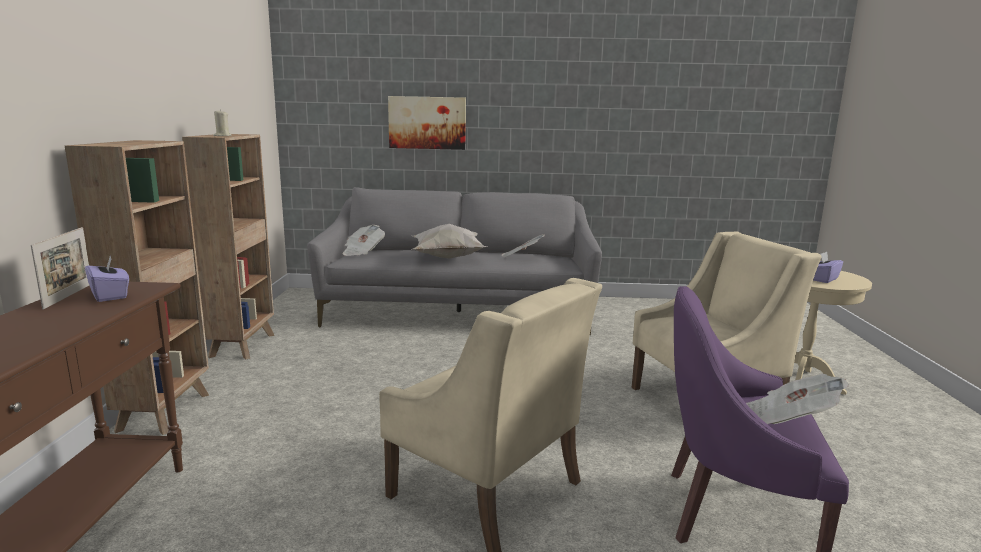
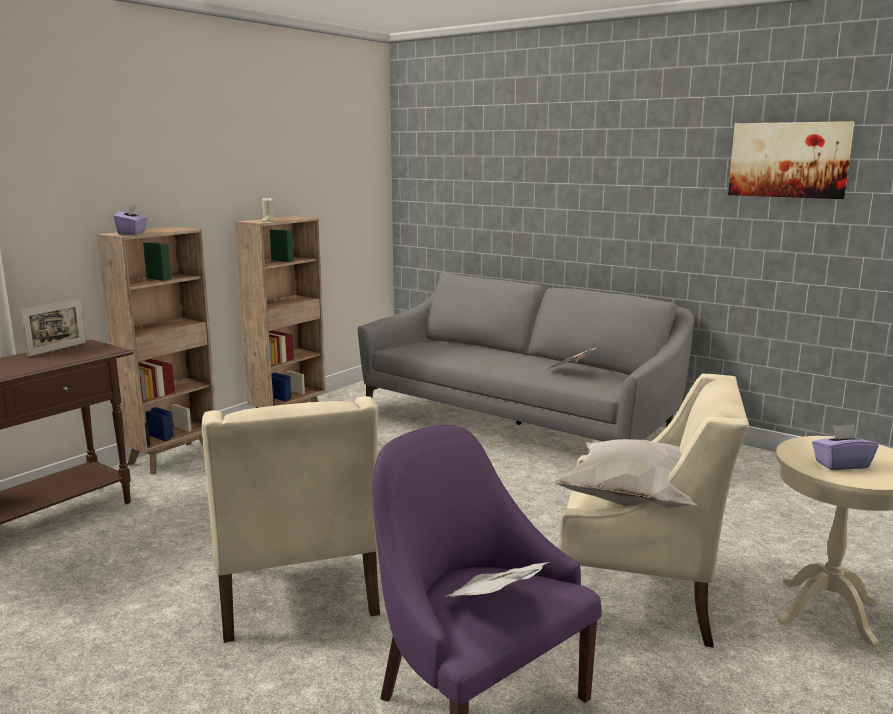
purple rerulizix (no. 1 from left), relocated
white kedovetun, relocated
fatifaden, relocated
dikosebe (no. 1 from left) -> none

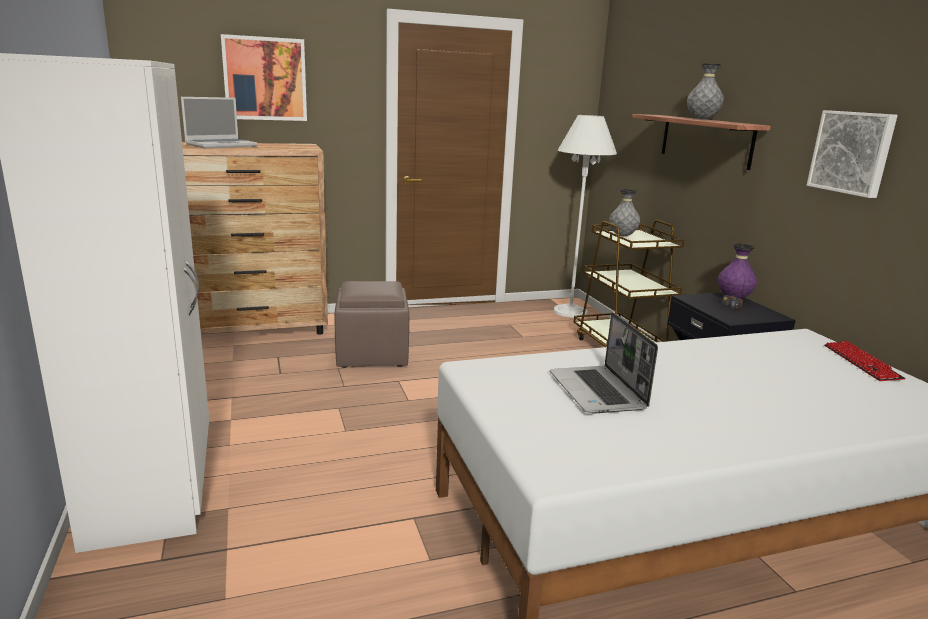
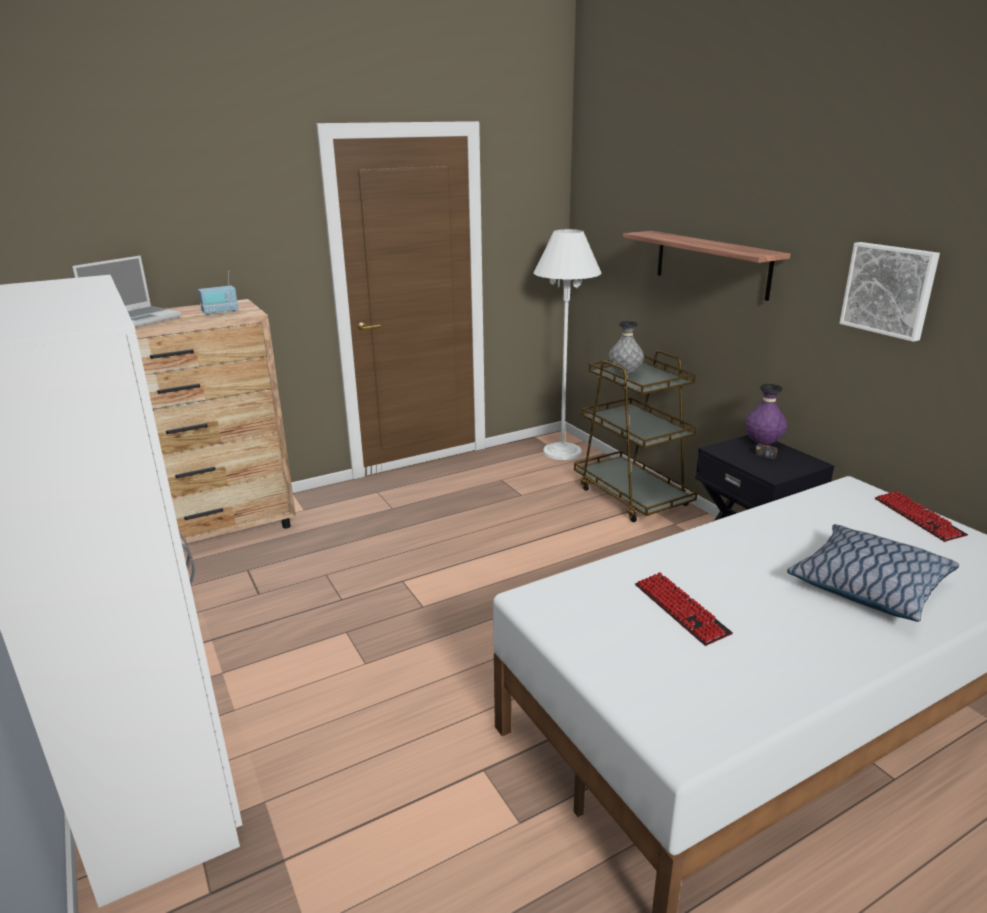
none -> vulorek (no. 1 from left)
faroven (no. 2 from left) -> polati (no. 1 from left)
none -> kedovetun
fatifaden (no. 1 from left) -> none
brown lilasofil -> none
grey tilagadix (no. 2 from left) -> none

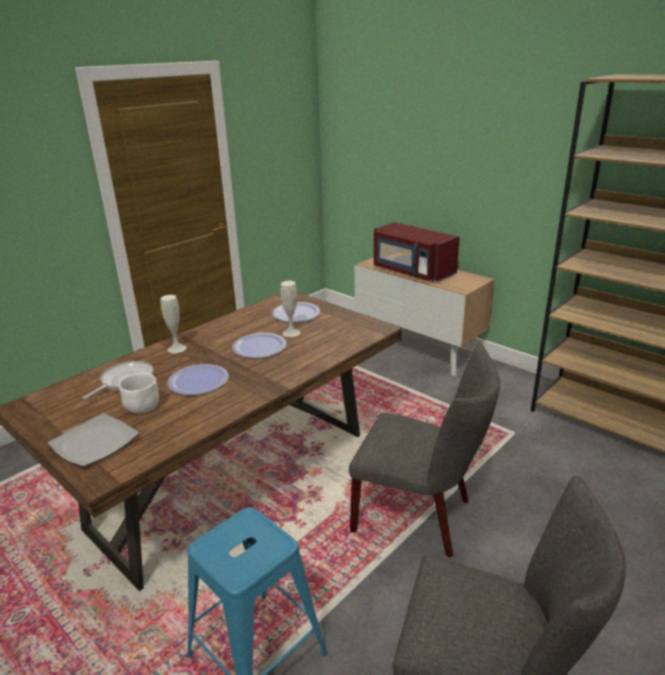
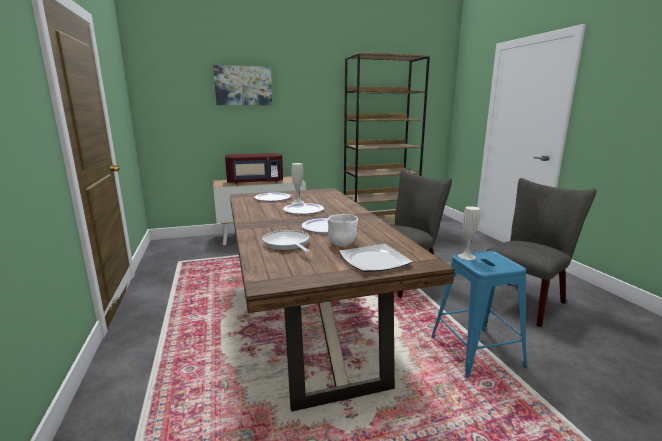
none -> fatifaden
white tilagadix (no. 1 from left in the first image) -> white tilagadix (no. 2 from left), relocated

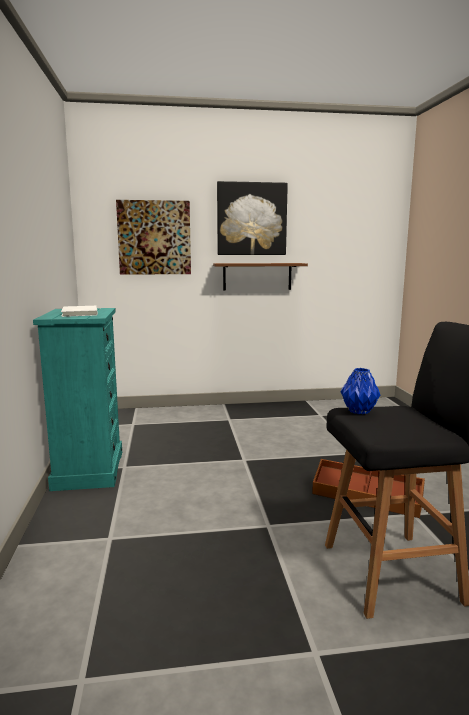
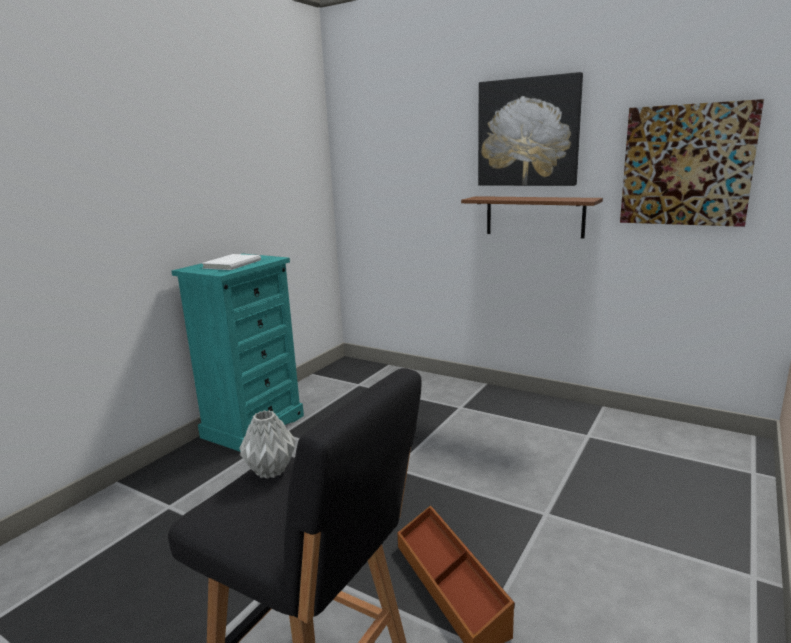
blue tilagadix -> grey tilagadix
fatifaden (no. 1 from left in the first image) -> fatifaden (no. 2 from left), relocated

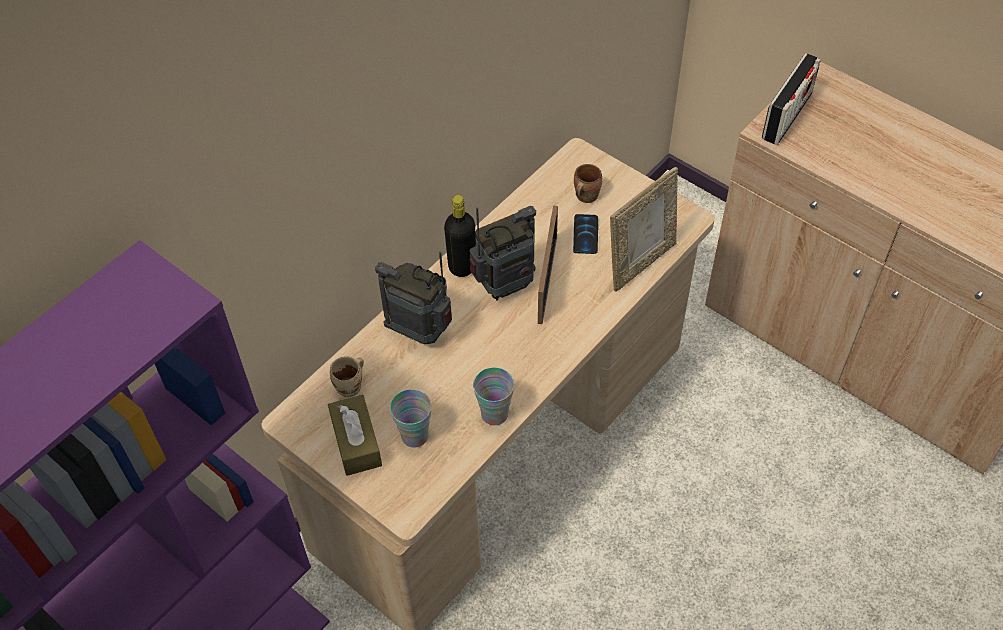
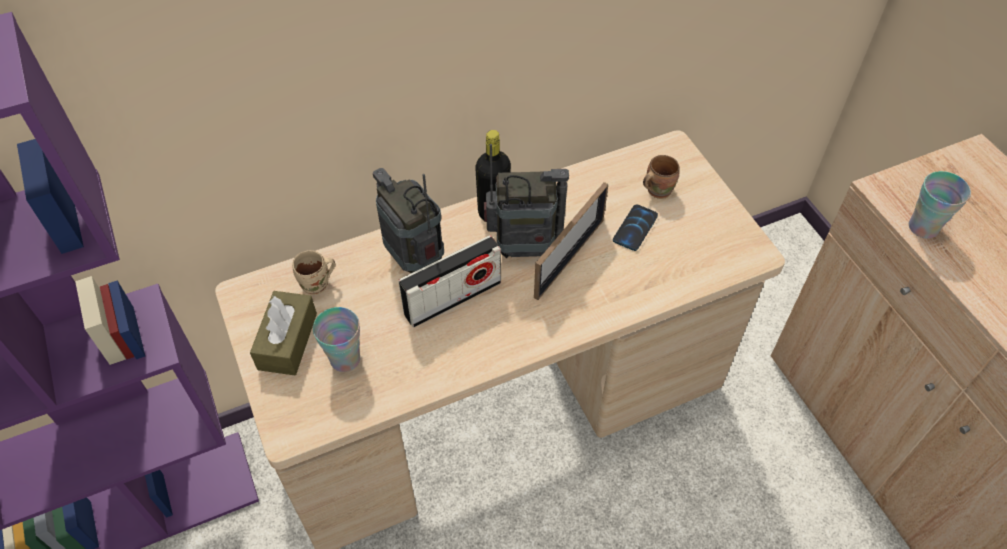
vulorek (no. 3 from left in the first image) -> vulorek (no. 2 from left), relocated
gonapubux (no. 2 from left), relocated
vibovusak (no. 2 from left) -> none

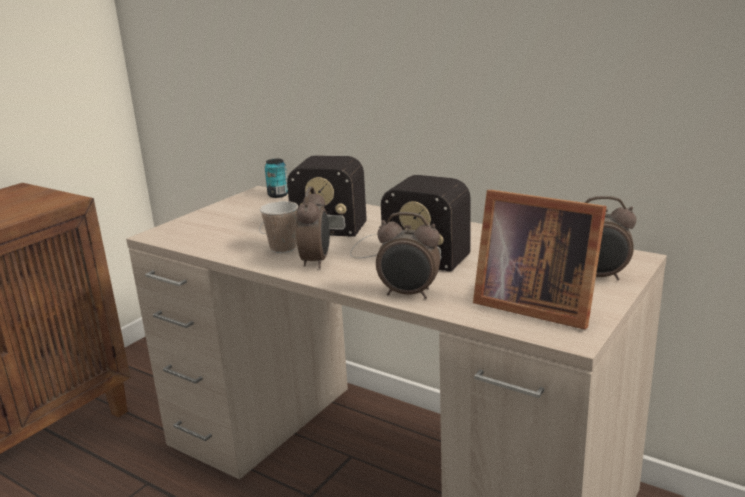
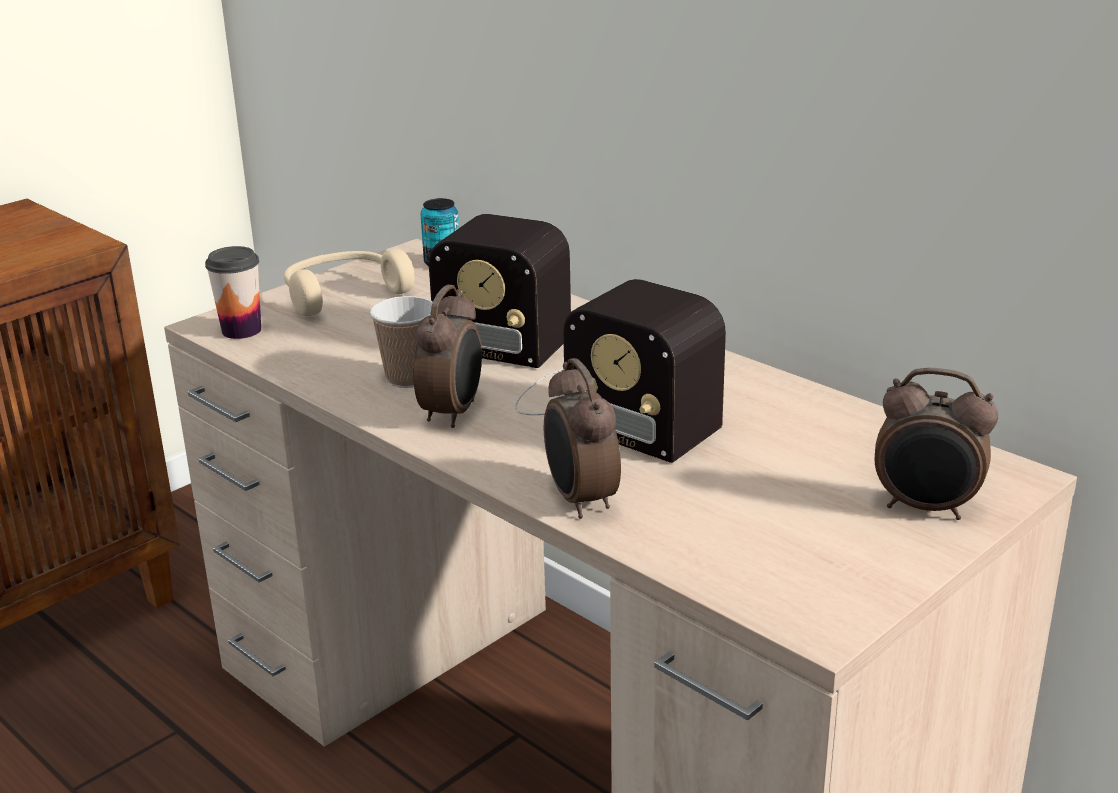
none -> gonapubux (no. 1 from left)
none -> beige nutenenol
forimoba (no. 2 from left), 45 degrees clockwise
vibovusak -> none

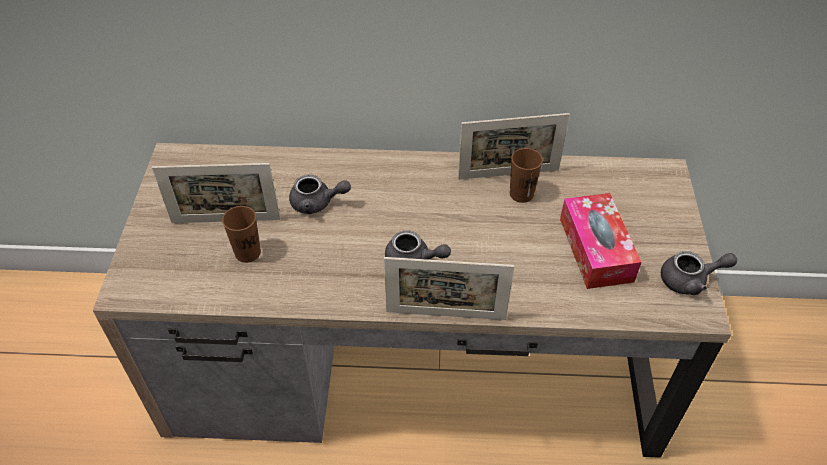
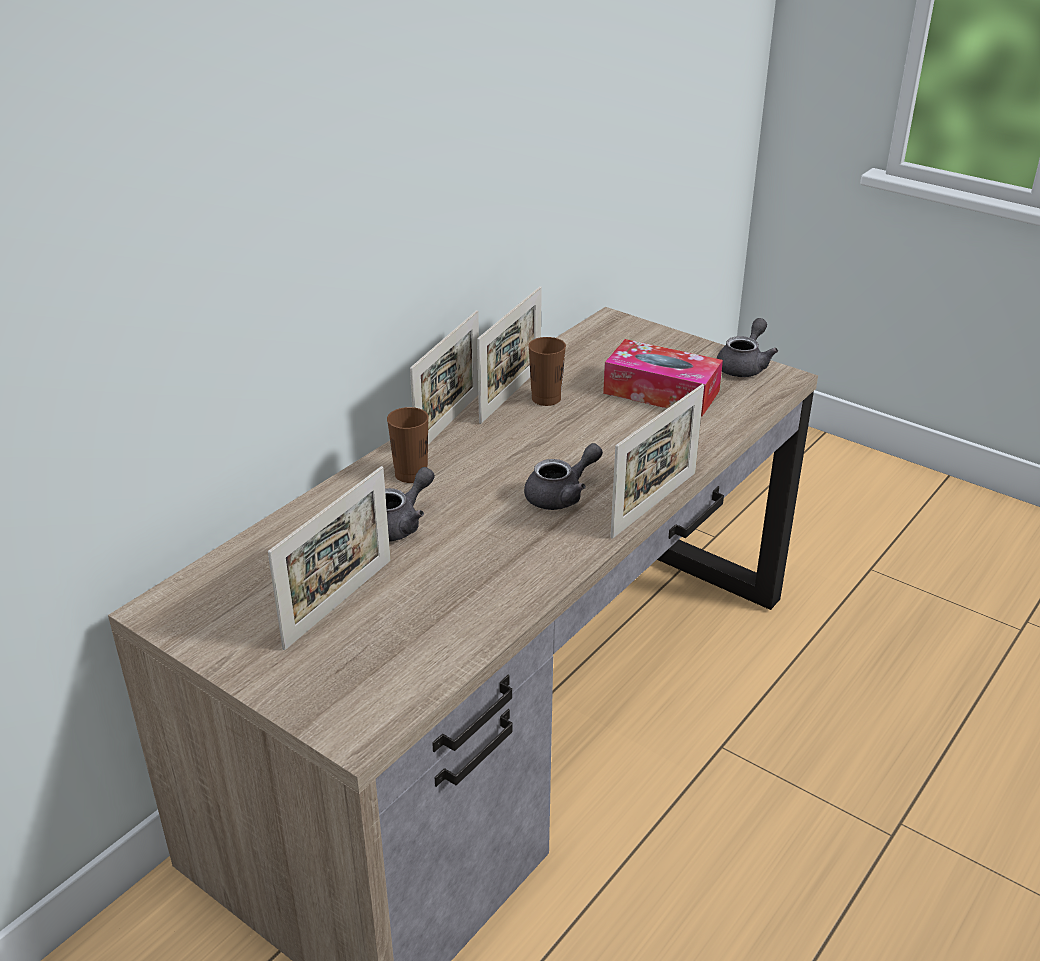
brown gonapubux (no. 1 from left), relocated
none -> vibovusak (no. 2 from left)

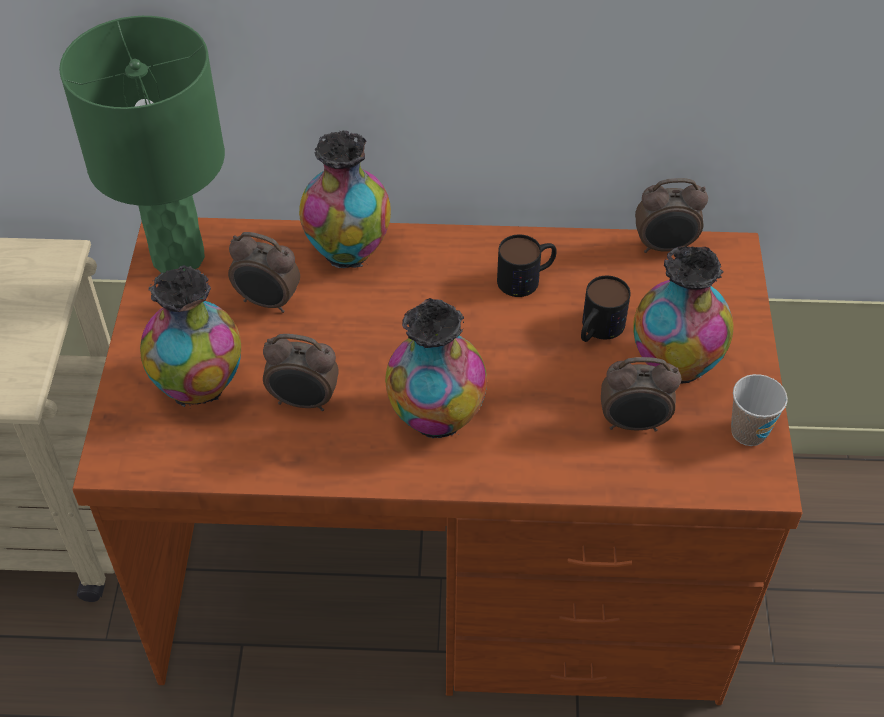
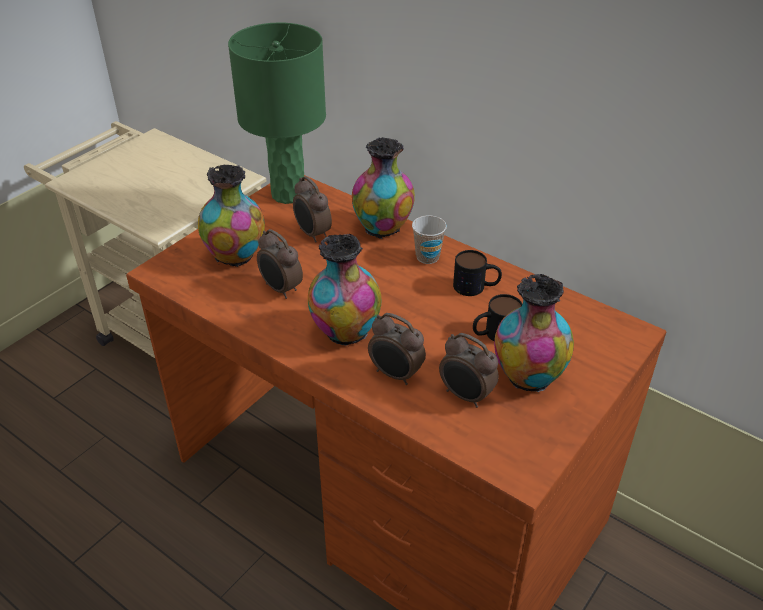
forimoba (no. 4 from left in the first image) -> forimoba (no. 3 from left), relocated
gonapubux, relocated

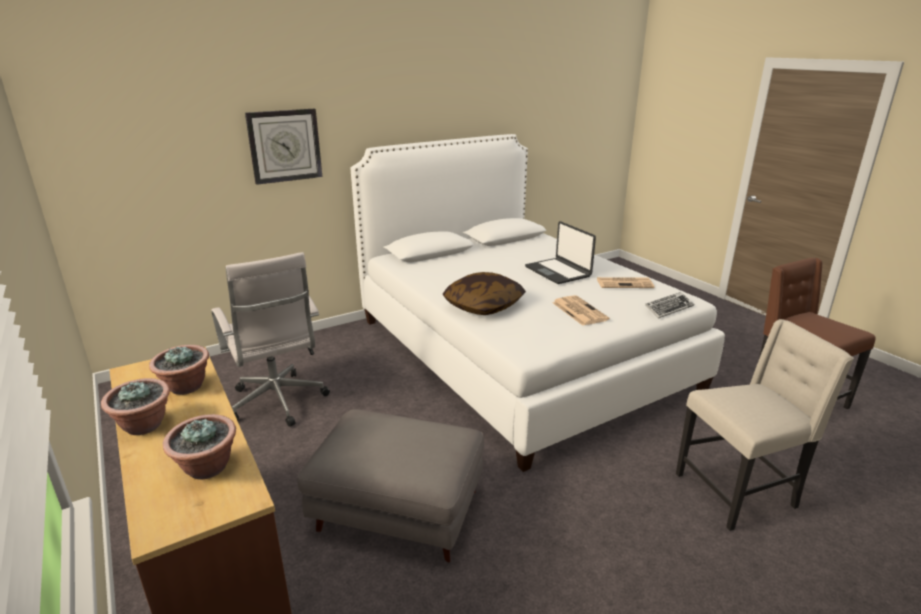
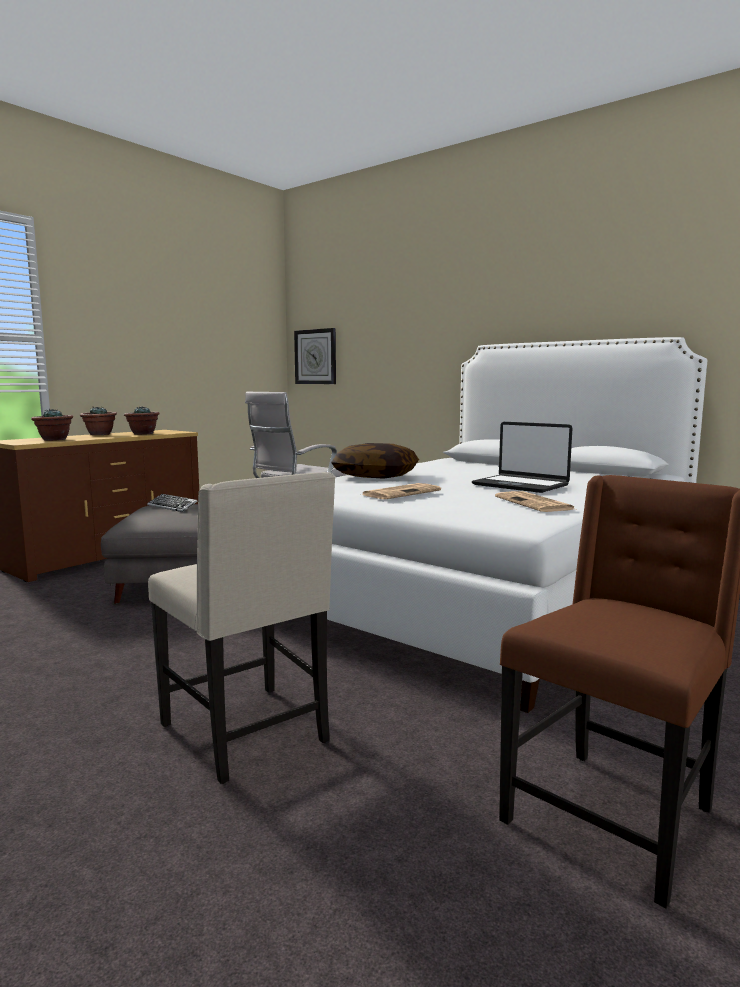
polati, relocated
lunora, relocated
faroven, 90 degrees counterclockwise

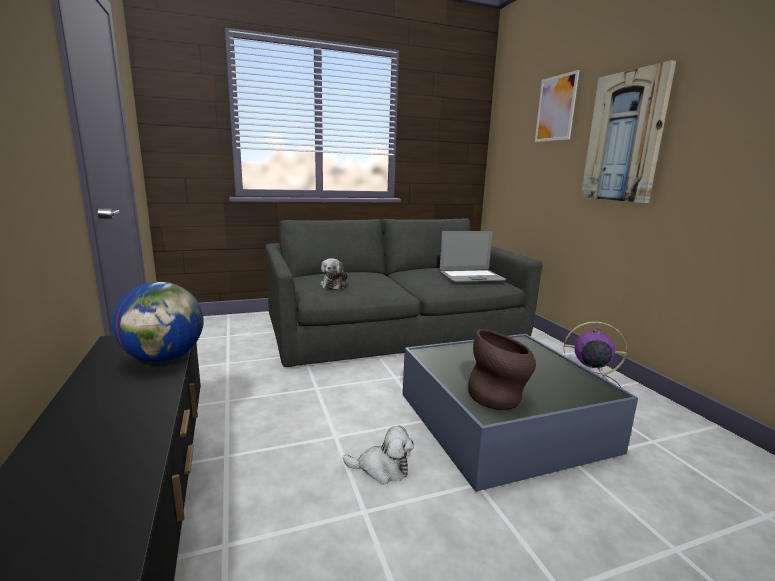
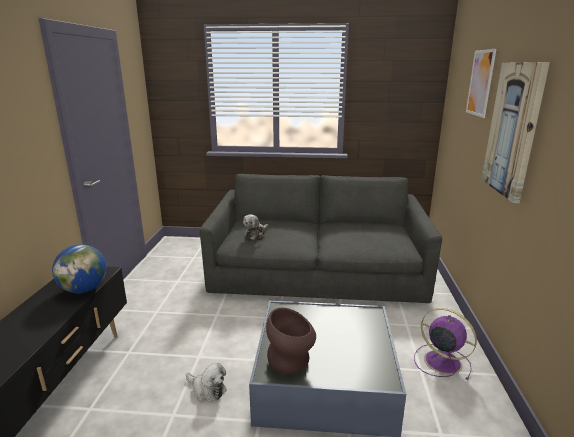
faroven -> none

